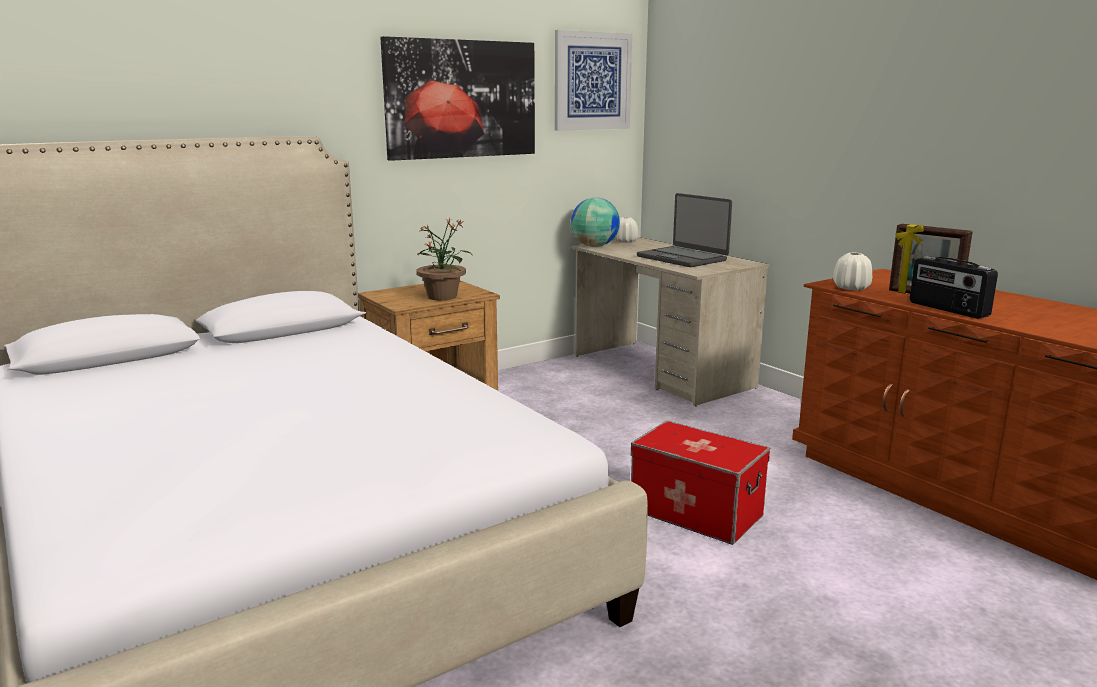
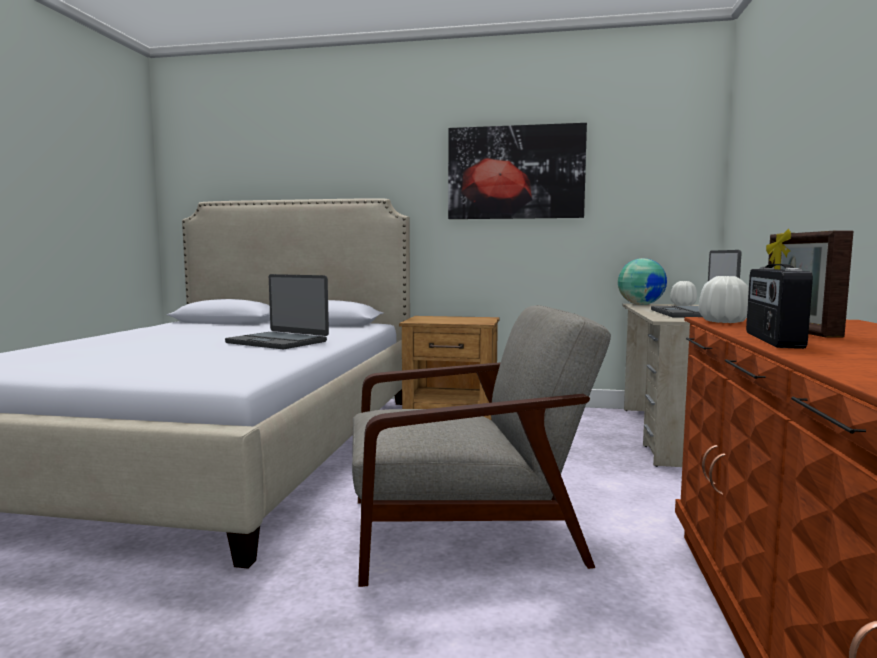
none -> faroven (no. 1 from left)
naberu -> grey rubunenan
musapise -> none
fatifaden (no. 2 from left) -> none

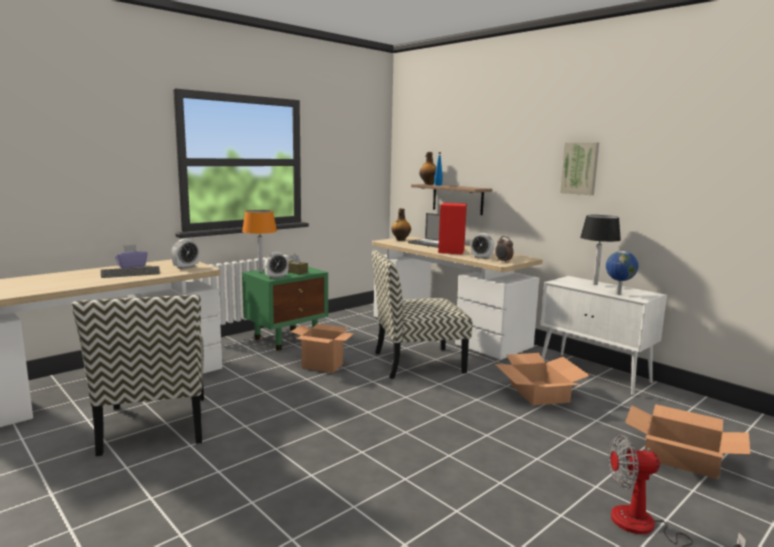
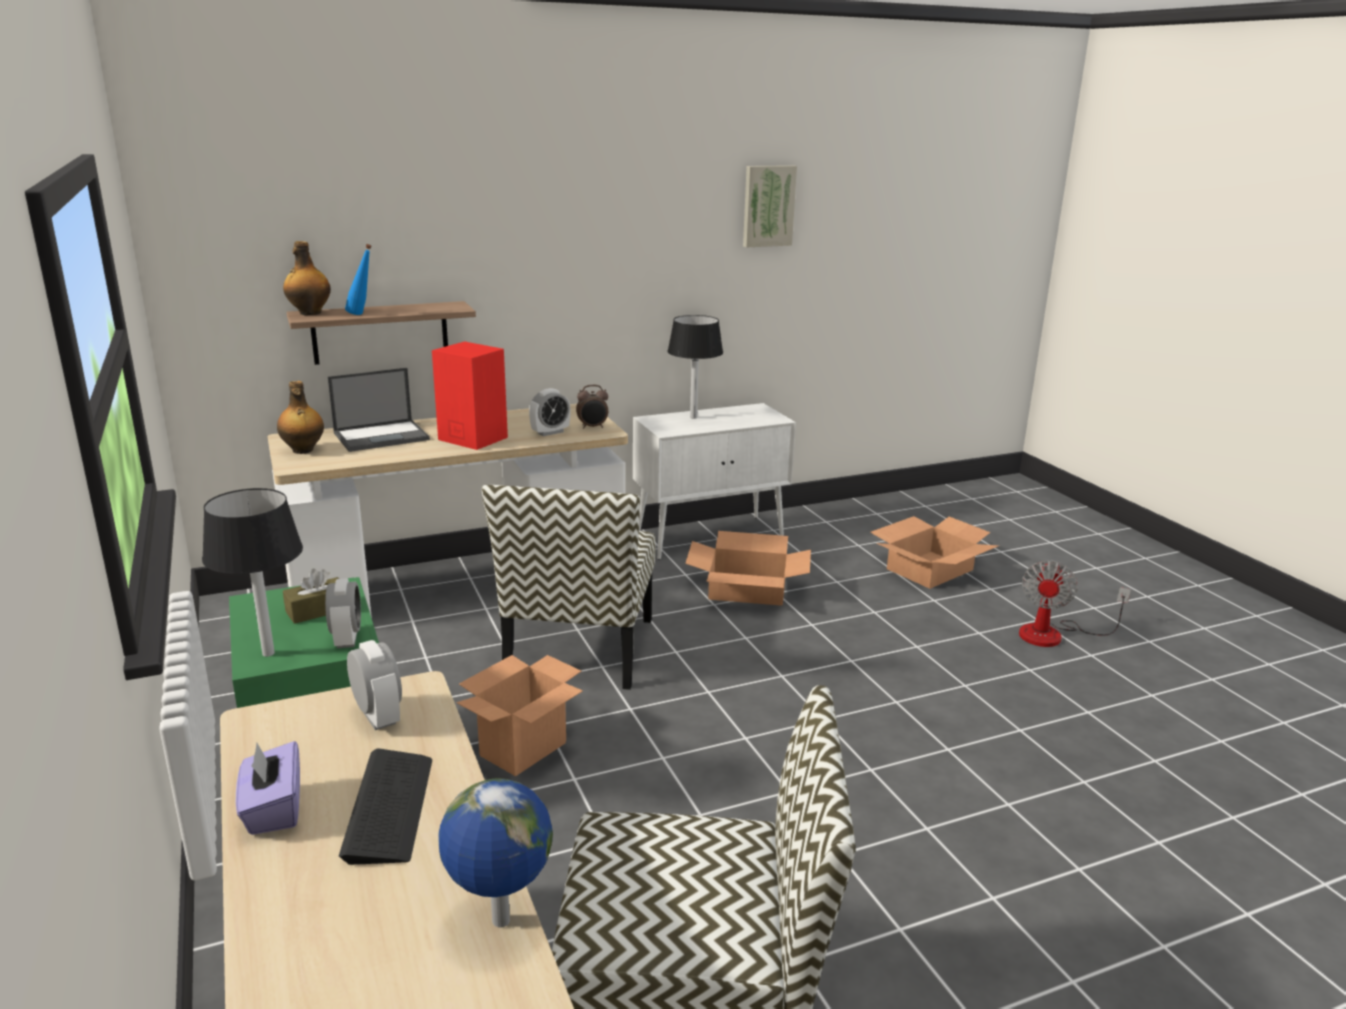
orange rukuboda -> black rukuboda (no. 1 from left)
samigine, relocated
fatifaden, relocated

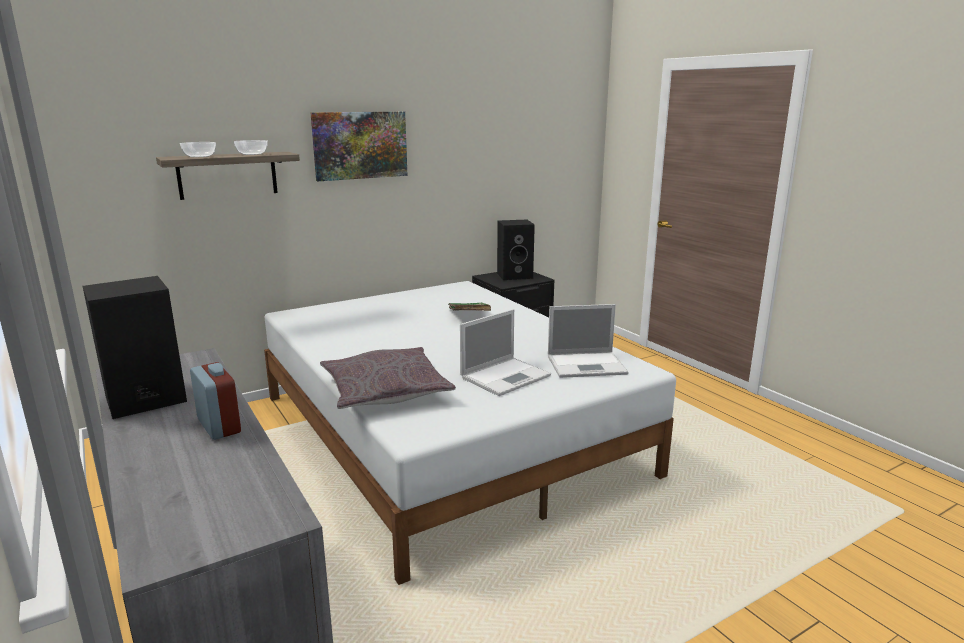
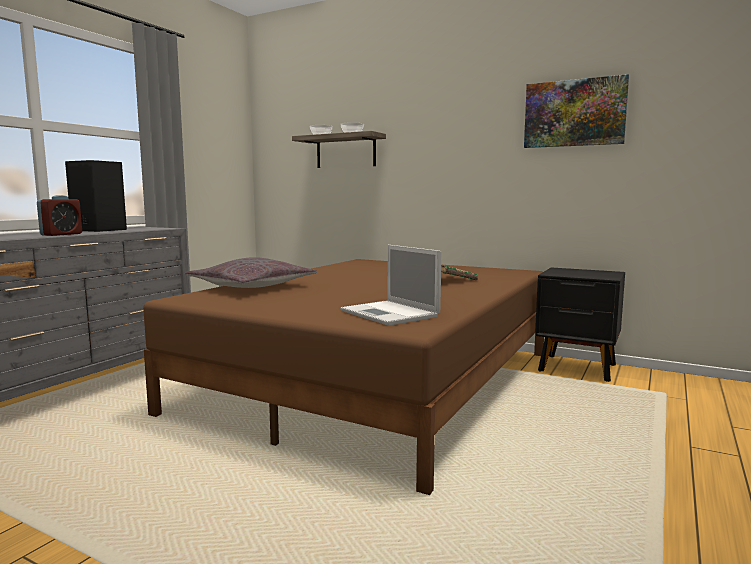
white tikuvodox -> brown tikuvodox
fatifaden, relocated
faroven (no. 1 from left) -> none
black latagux (no. 2 from left) -> none

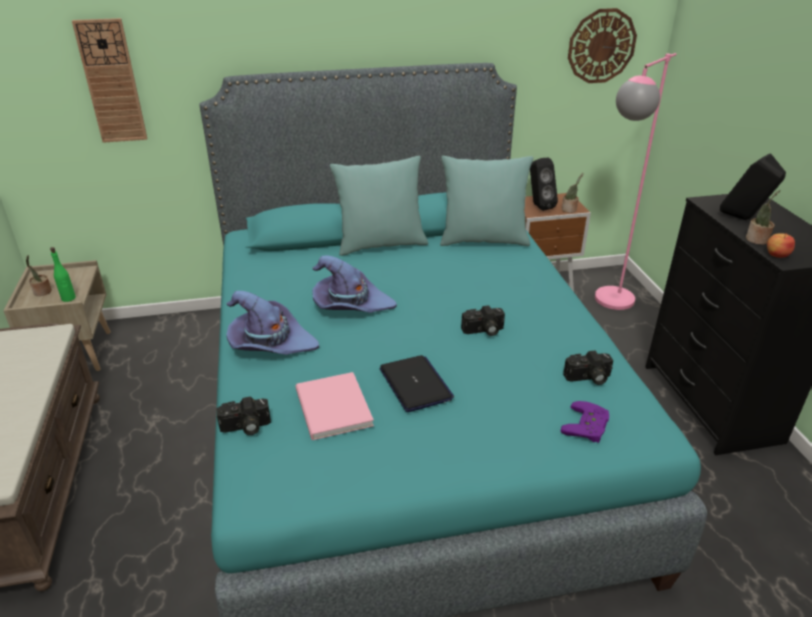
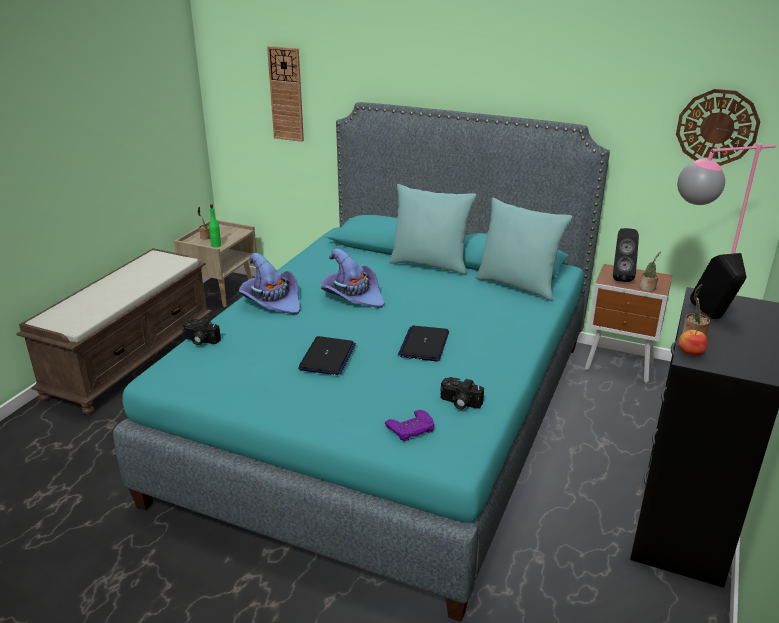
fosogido (no. 2 from left) -> faroven (no. 2 from left)
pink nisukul -> none

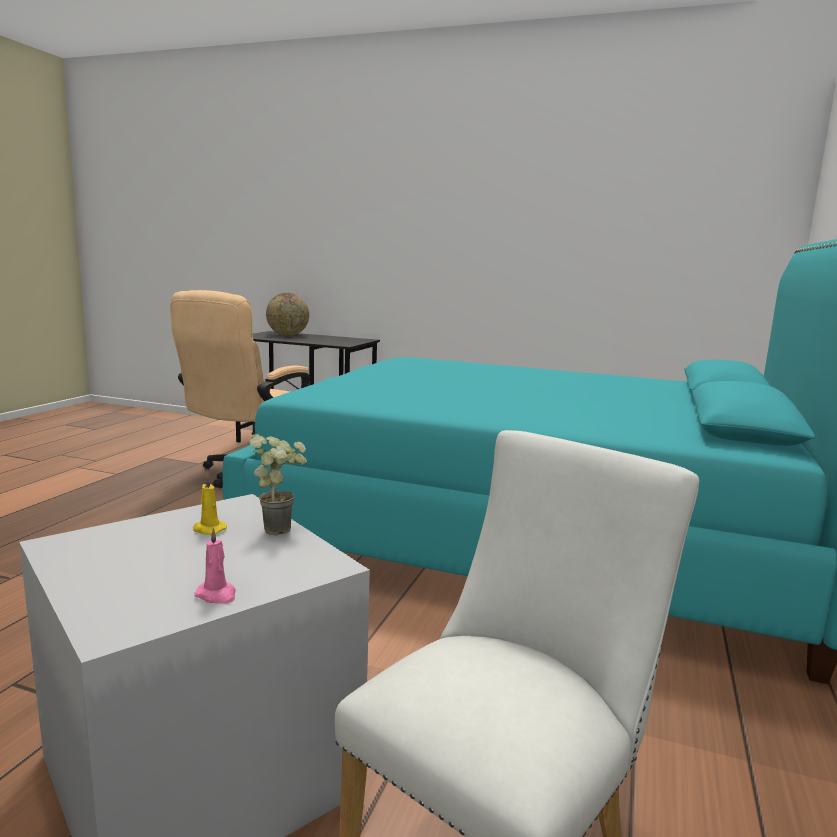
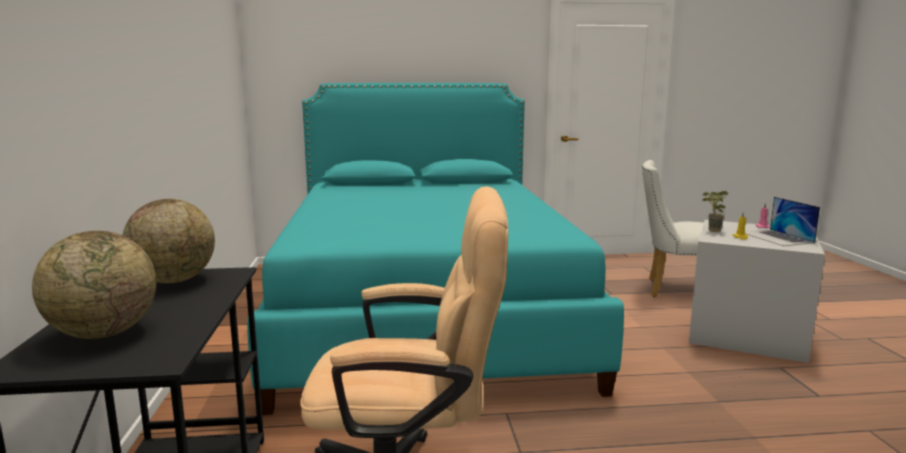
none -> samigine (no. 2 from left)
none -> faroven

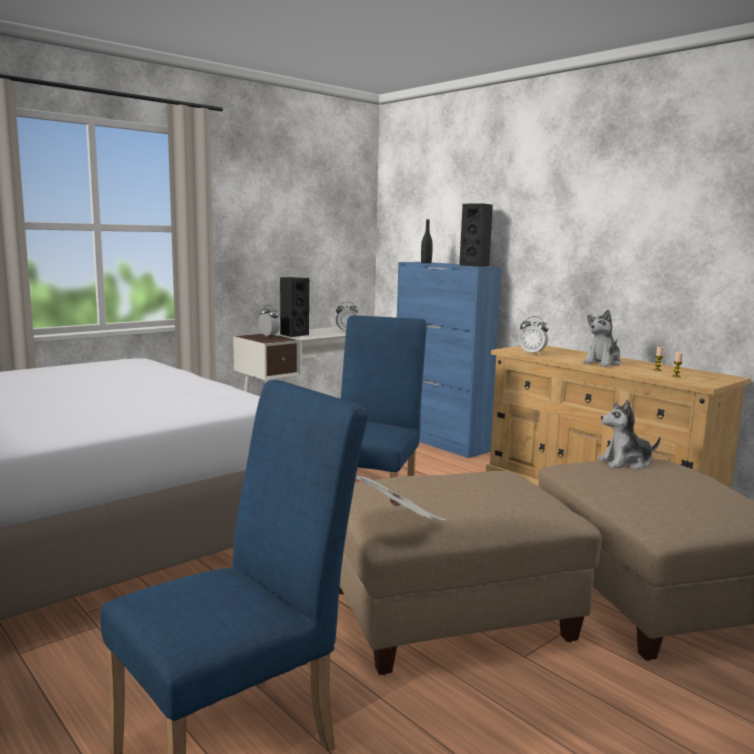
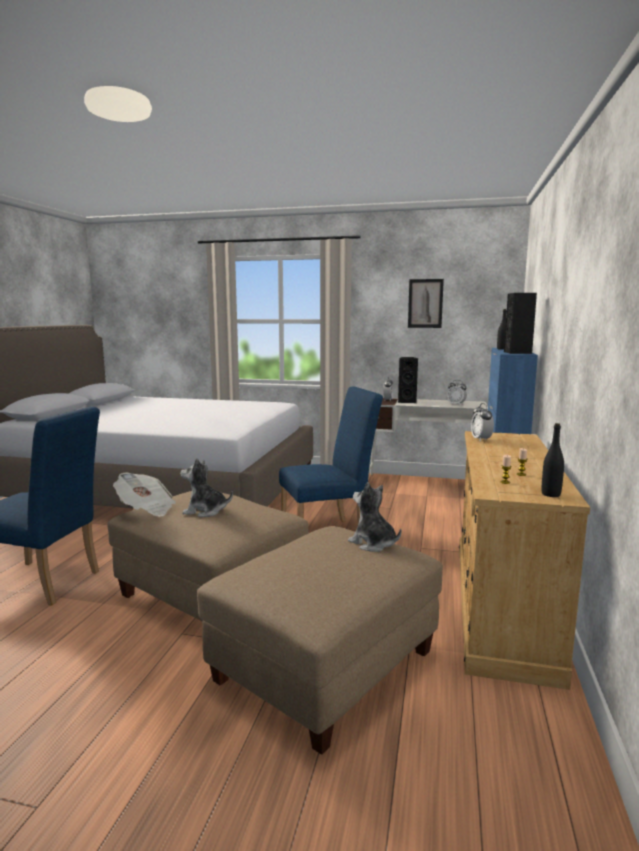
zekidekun (no. 1 from left), relocated
none -> fatifaden
none -> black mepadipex (no. 2 from left)

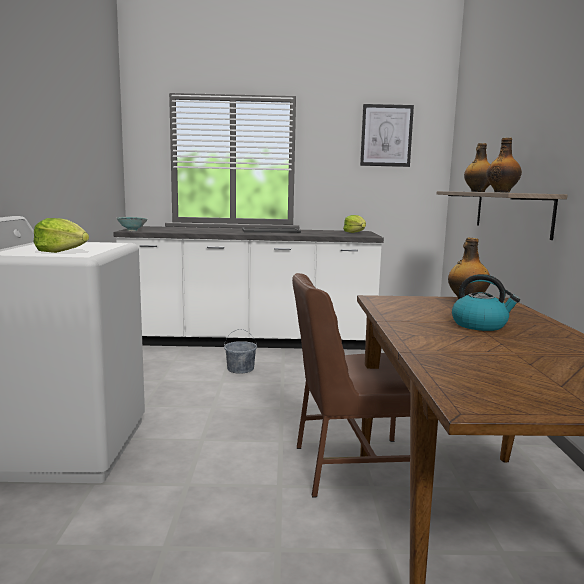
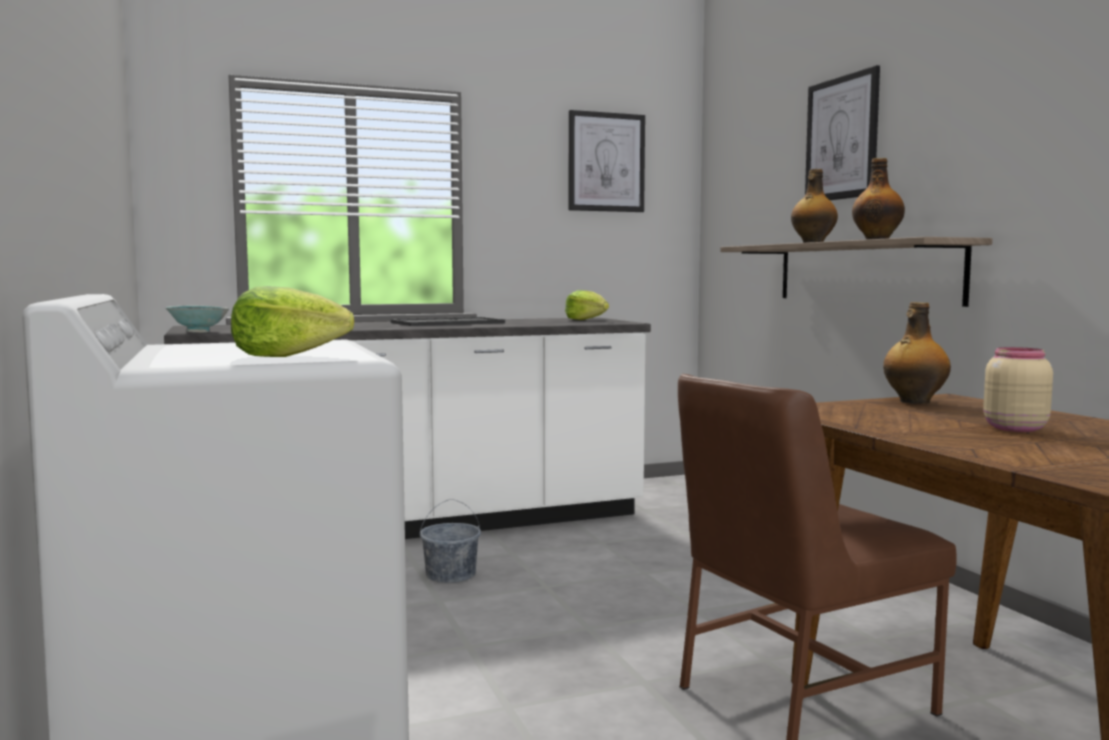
none -> fatifaden (no. 2 from left)
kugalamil -> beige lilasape

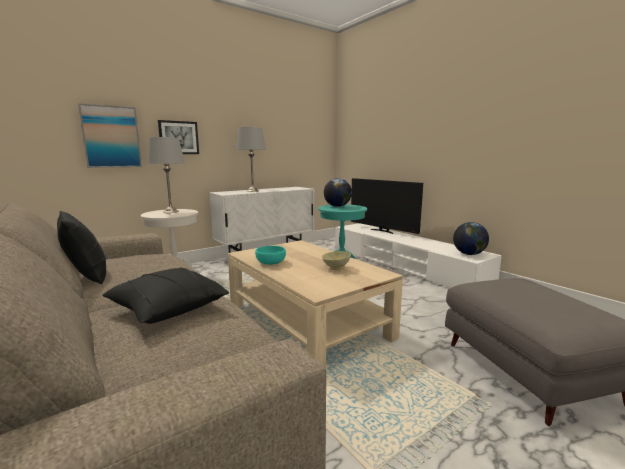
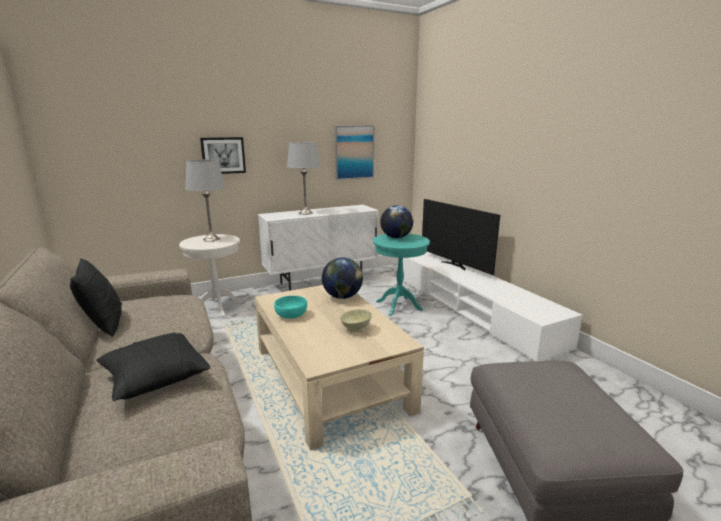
samigine (no. 2 from left in the first image) -> samigine (no. 1 from left), relocated
fatifaden (no. 1 from left in the first image) -> fatifaden (no. 2 from left), relocated

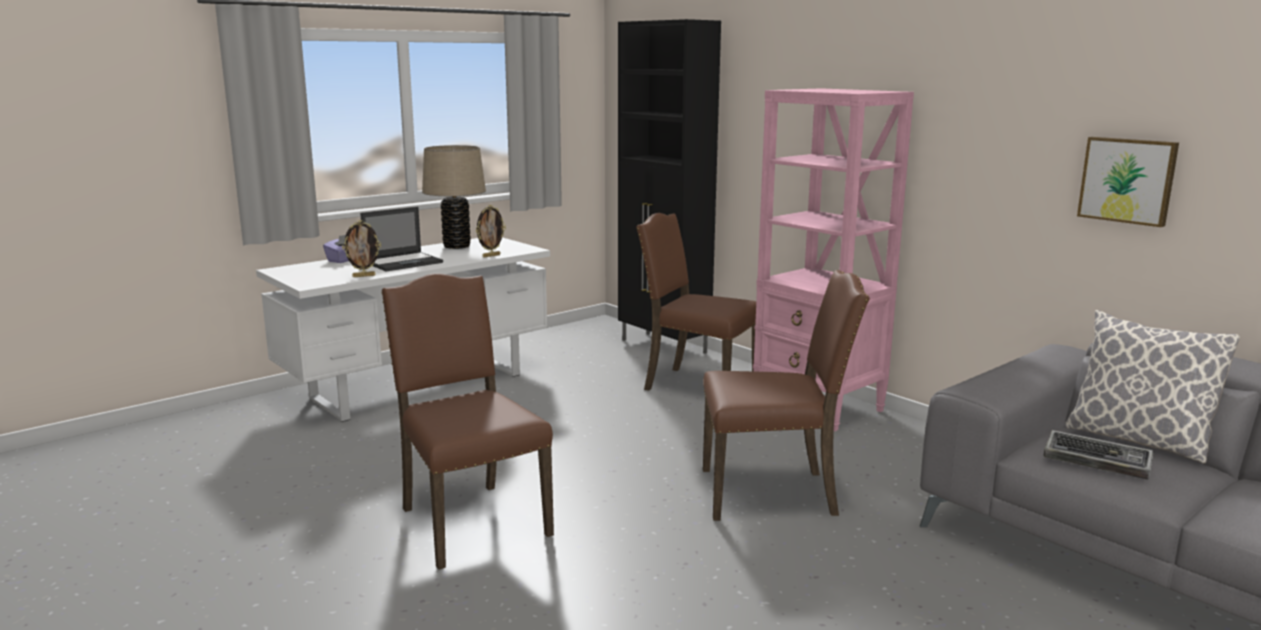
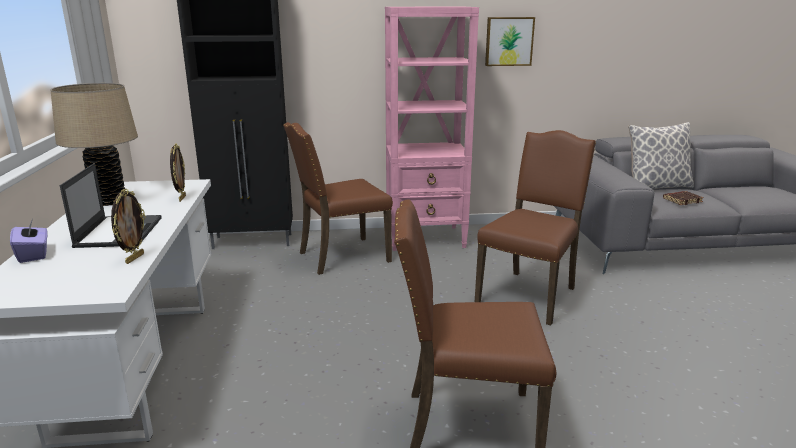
fatifaden, relocated
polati -> brown nisukul

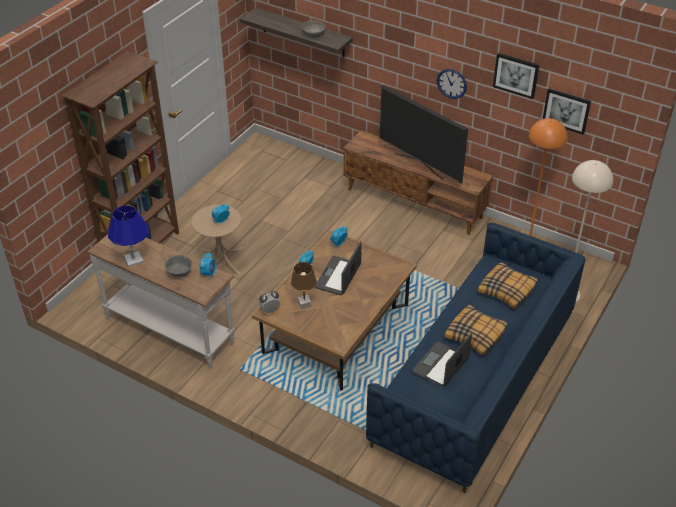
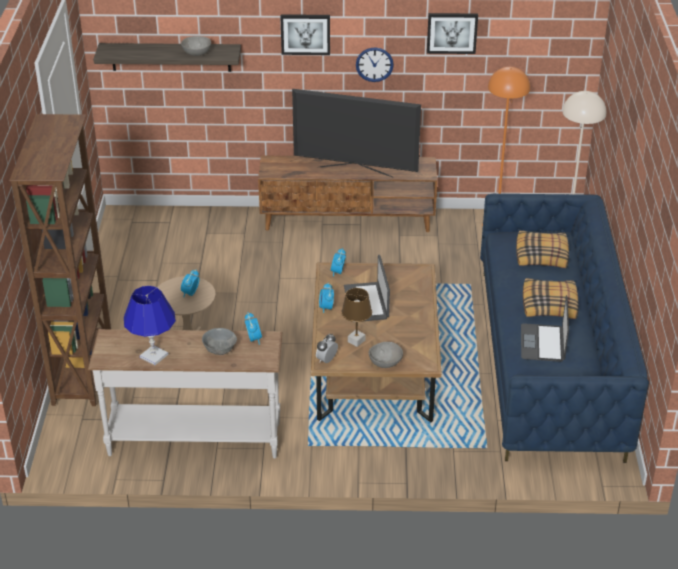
fatifaden (no. 2 from left in the first image) -> fatifaden (no. 1 from left), relocated
none -> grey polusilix (no. 3 from left)

